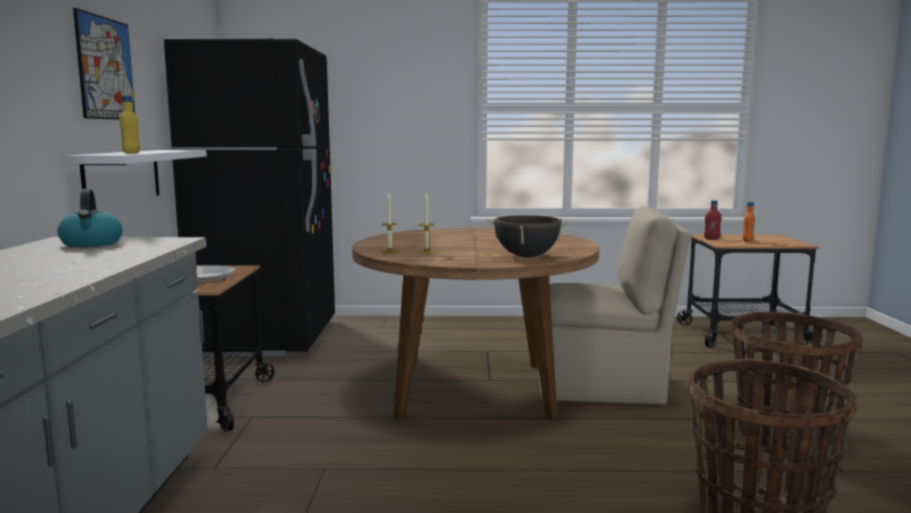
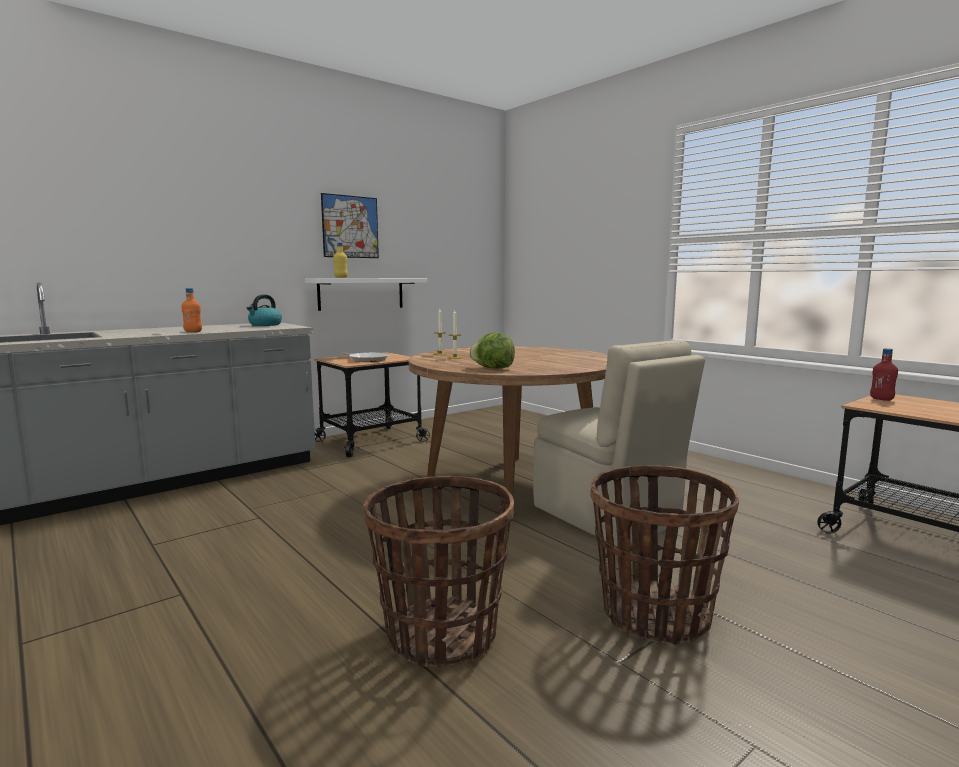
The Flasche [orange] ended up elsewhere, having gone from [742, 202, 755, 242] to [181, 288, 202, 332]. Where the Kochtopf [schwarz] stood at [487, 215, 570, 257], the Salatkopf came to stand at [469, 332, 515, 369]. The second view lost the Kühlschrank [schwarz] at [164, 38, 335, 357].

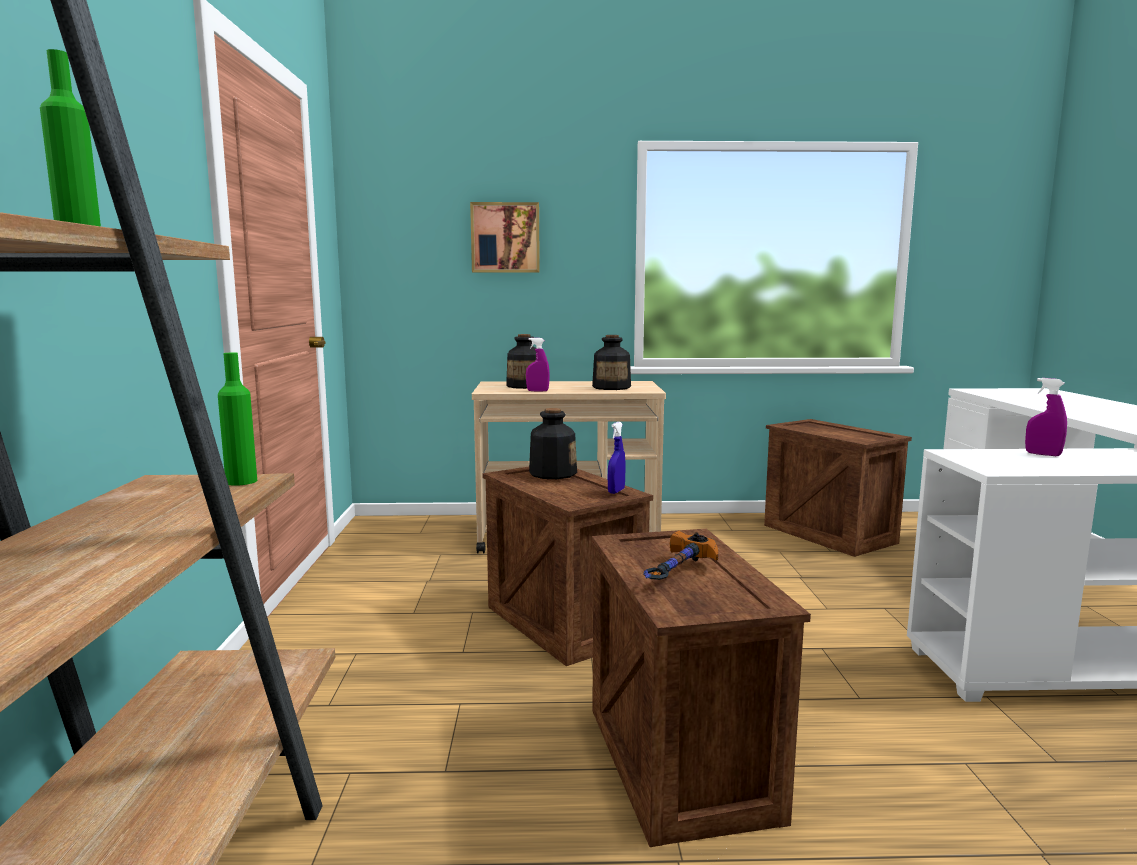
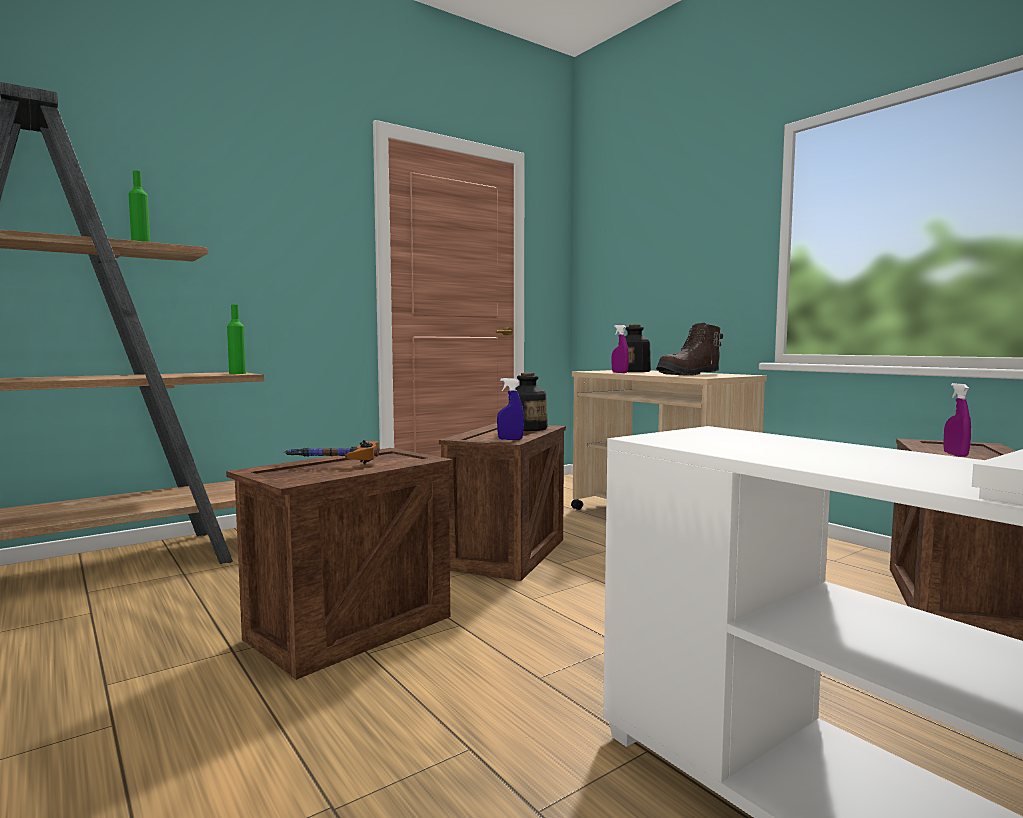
Where the Flasche stood at [592, 335, 631, 390], the Stiefel [braun] came to stand at [656, 323, 723, 376]. The Sprühflasche [lila] ended up elsewhere, having gone from [1025, 378, 1067, 456] to [943, 383, 971, 457]. The second view lost the Bild at [470, 202, 540, 273].

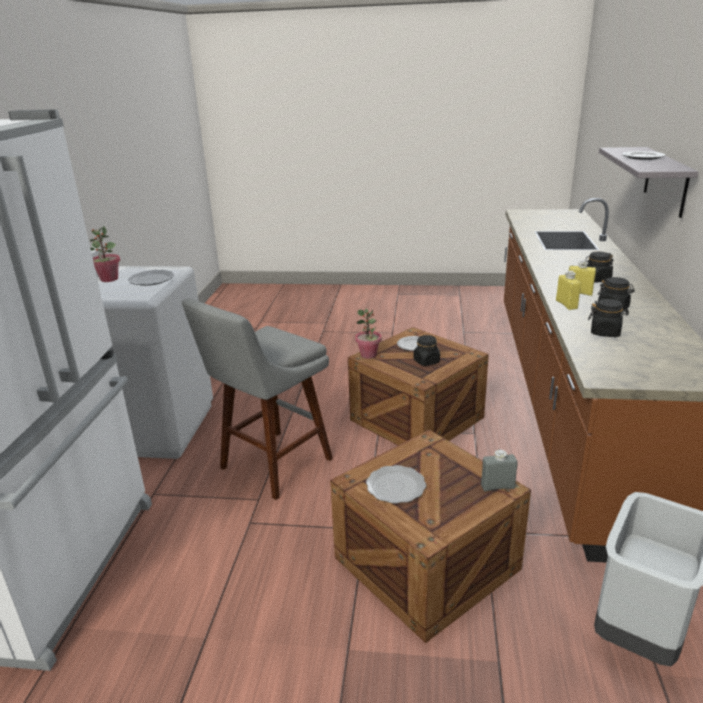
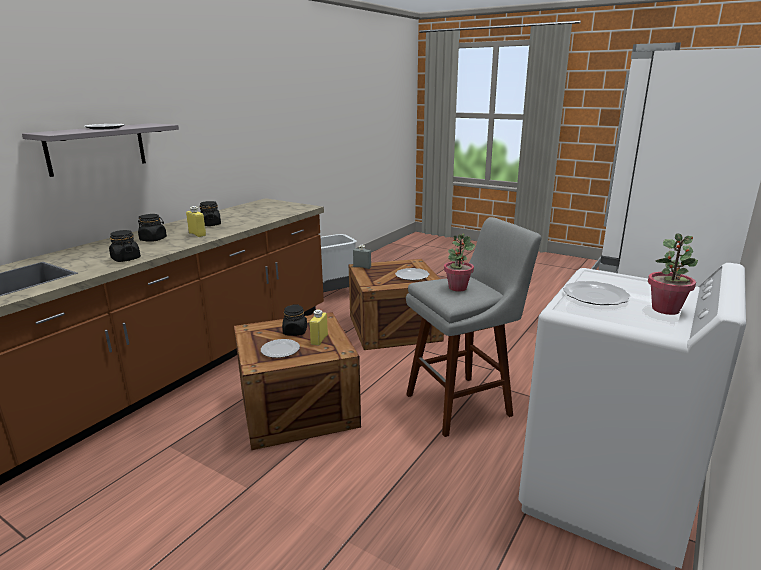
The Vorratsglas [schwarz] ended up elsewhere, having gone from [588, 299, 629, 337] to [109, 230, 141, 262]. The Flasche [gelb] ended up elsewhere, having gone from [556, 271, 581, 310] to [310, 309, 328, 346]. The Topfpflanze ended up elsewhere, having gone from [355, 309, 382, 359] to [444, 234, 475, 291].

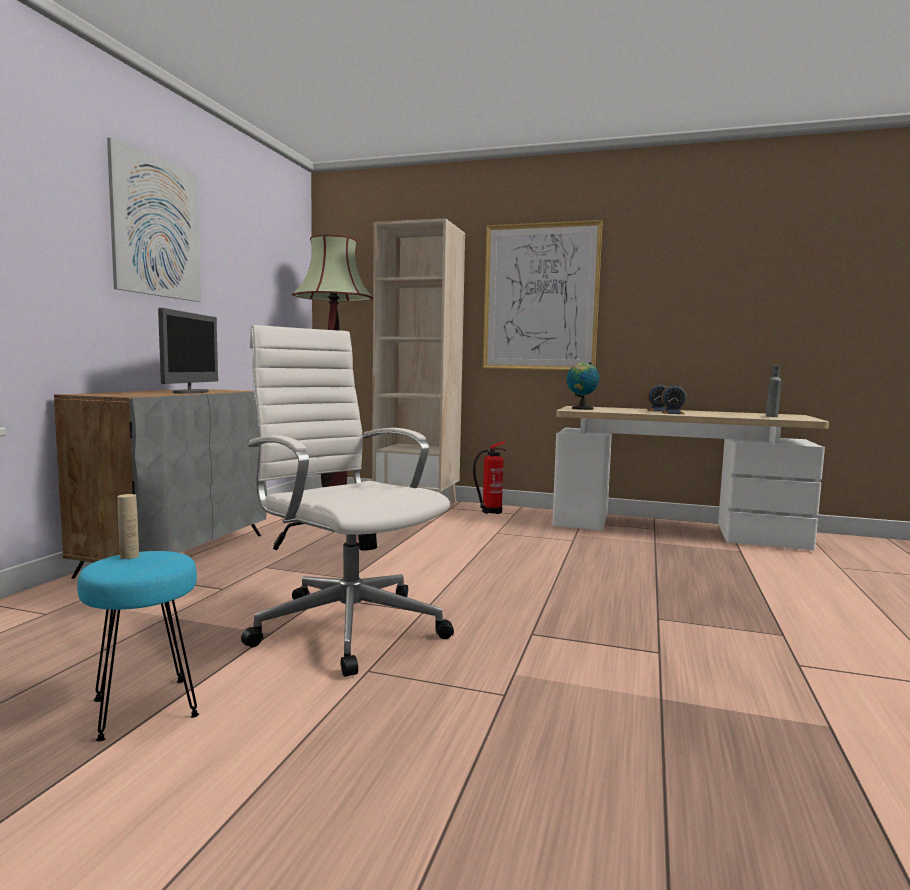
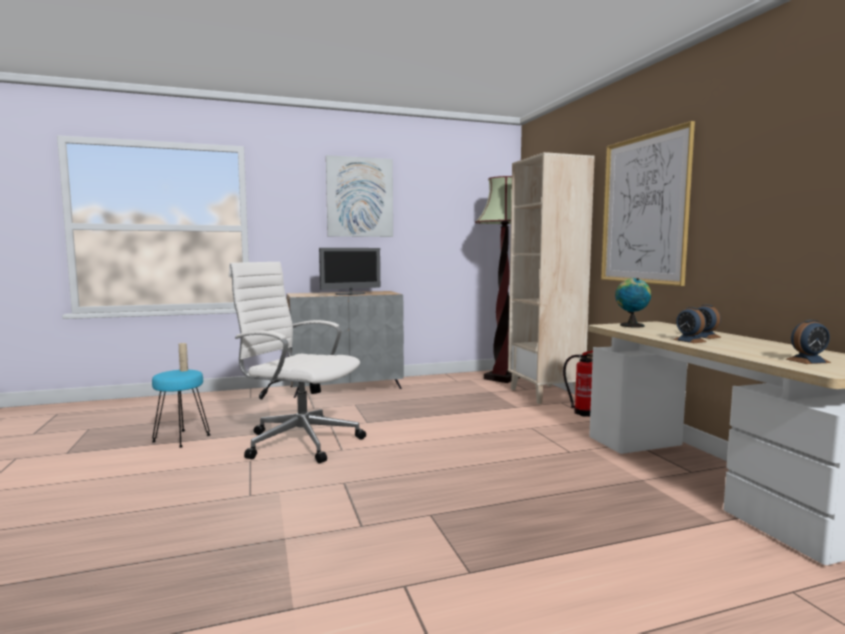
The Bürostuhl [weiß] at [241, 325, 454, 677] ended up facing another way, 75 degrees counterclockwise from before. Where the Flasche [grau] stood at [766, 366, 781, 417], the Wecker came to stand at [786, 319, 831, 364].

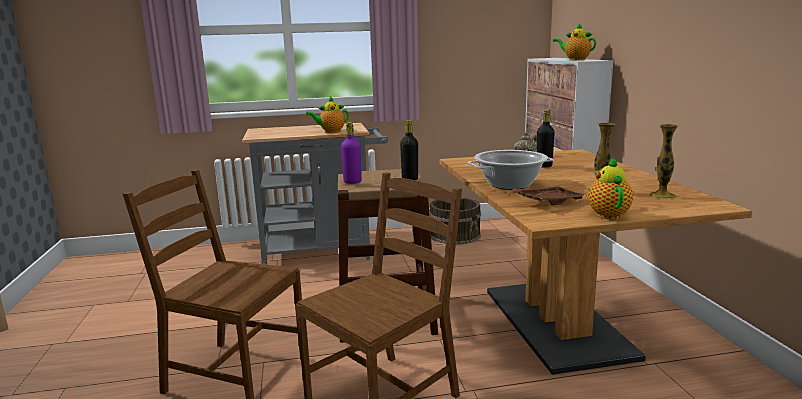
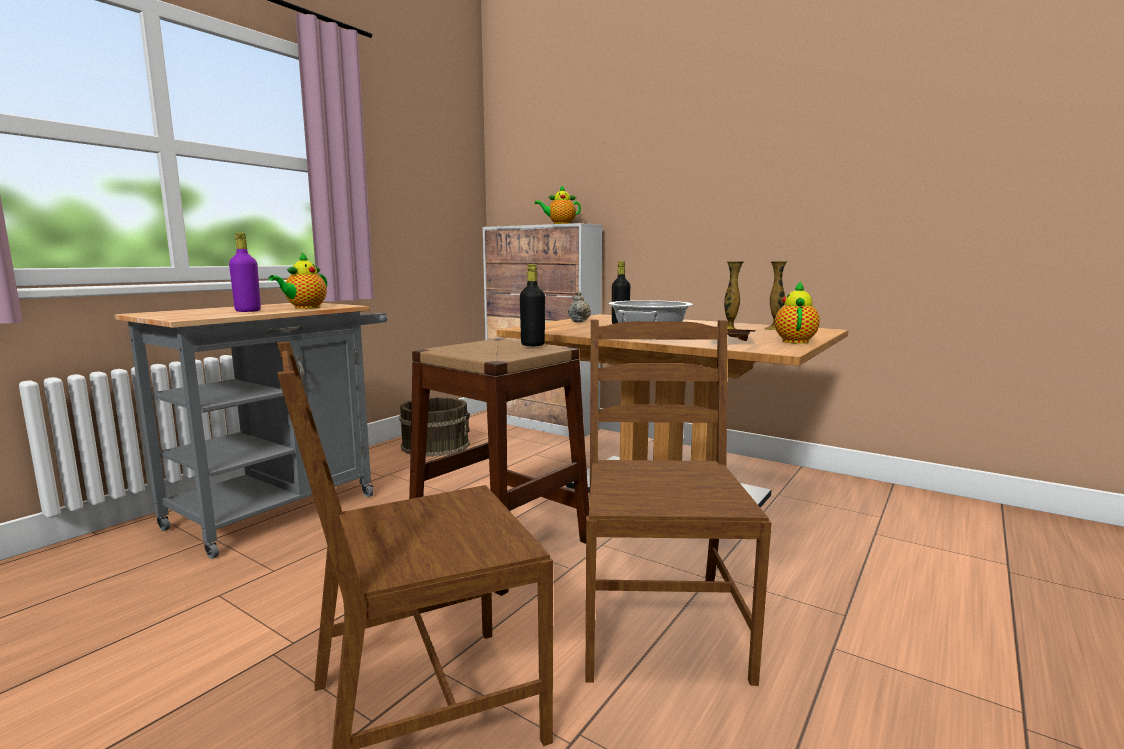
The Flasche [lila] ended up elsewhere, having gone from [341, 122, 362, 184] to [229, 233, 261, 312]. The Teekanne at [588, 156, 633, 219] ended up facing another way, 60 degrees clockwise from before.

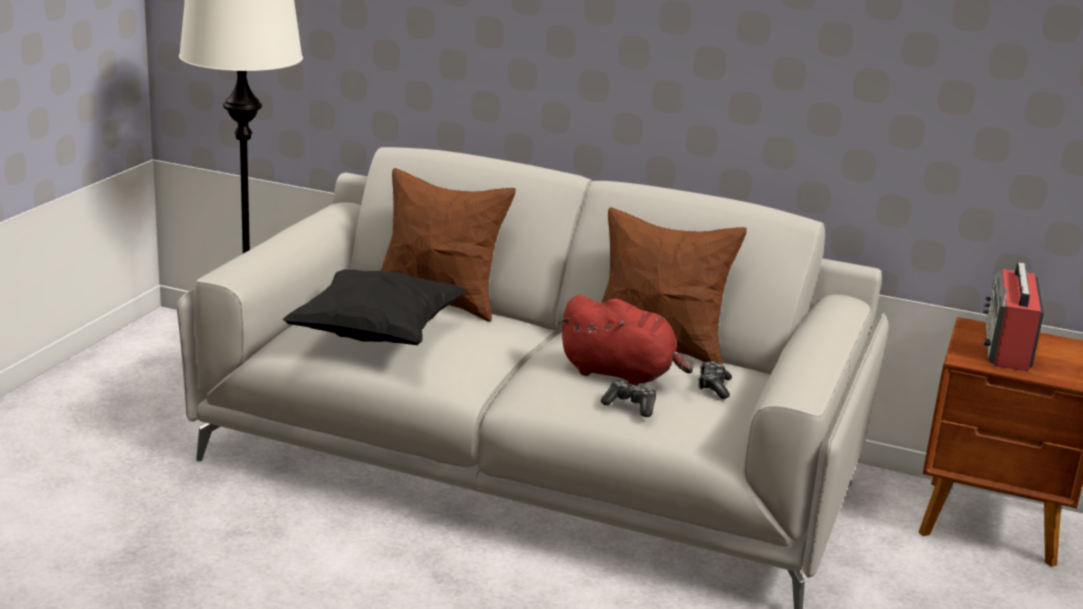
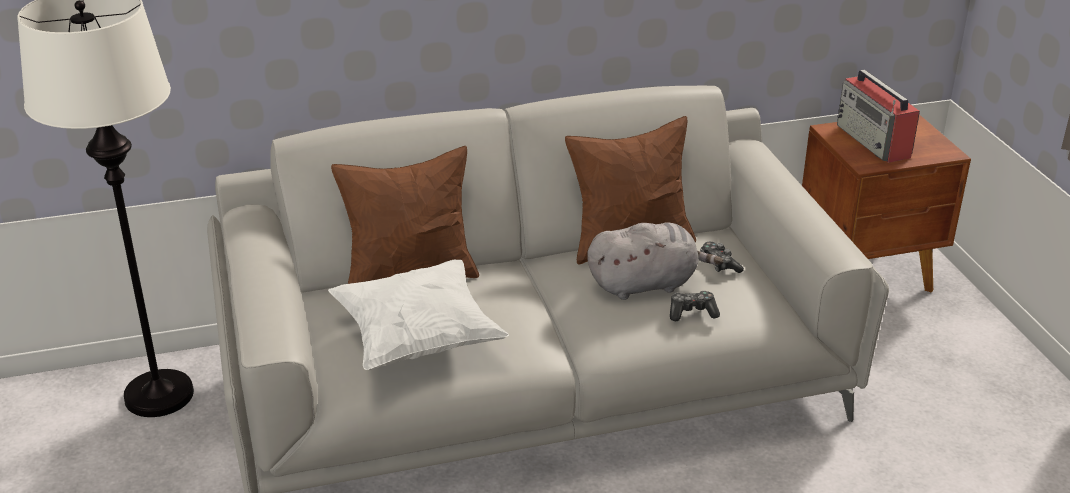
What was the Kissen [schwarz] at [282, 269, 466, 345] turned into the Kissen [weiß] at [328, 260, 509, 370]. What was the Plüschtier [rot] at [558, 295, 693, 386] turned into the Plüschtier [grau] at [587, 222, 724, 300].

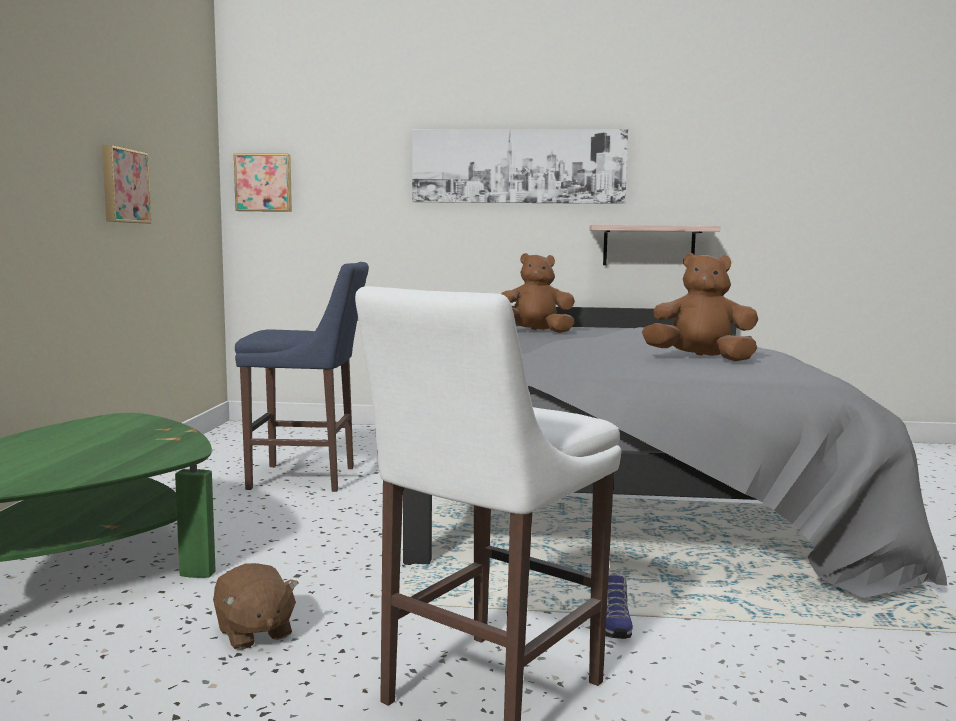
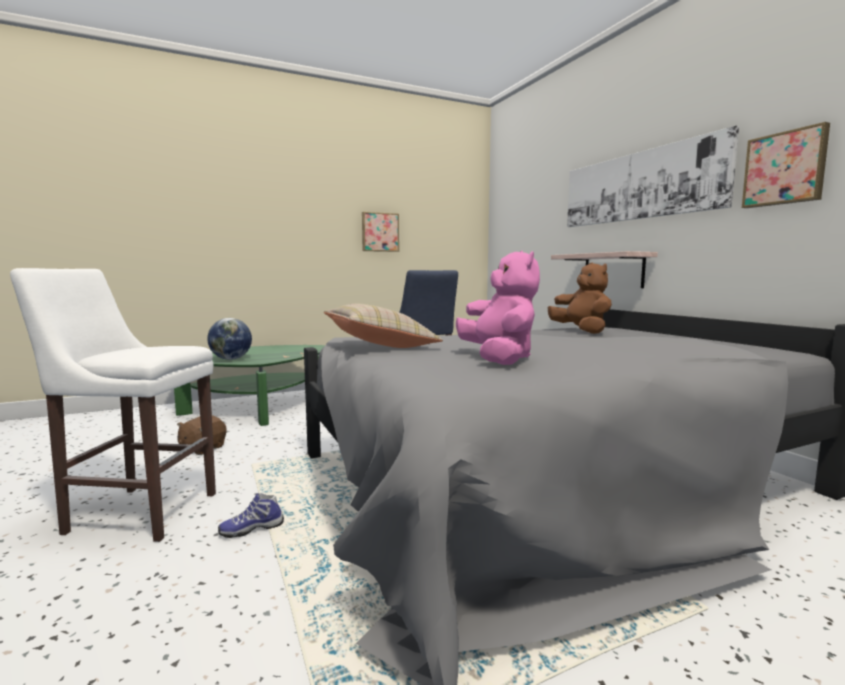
The second view gained the Globus at [207, 318, 252, 360]. The second view gained the Kissen [beige] at [324, 304, 443, 348]. What was the Plüschtier [braun] at [642, 253, 758, 361] turned into the Plüschtier [rosa] at [456, 251, 540, 365]. The Wandregal ended up elsewhere, having gone from [589, 225, 720, 265] to [551, 251, 658, 288]. The Bild ended up elsewhere, having gone from [234, 154, 292, 212] to [742, 122, 830, 208].

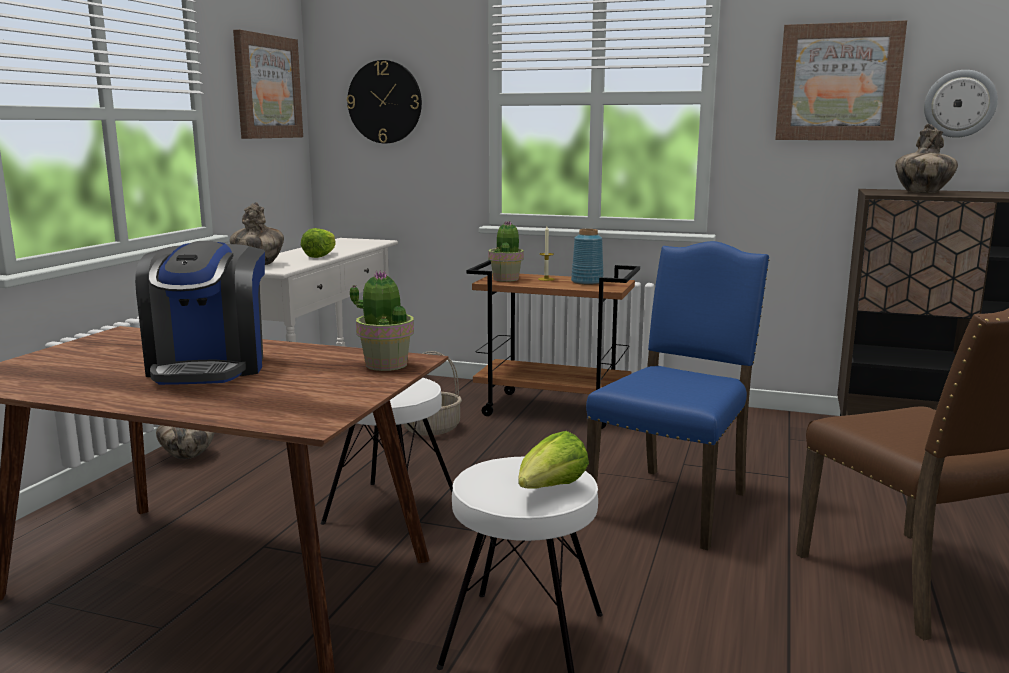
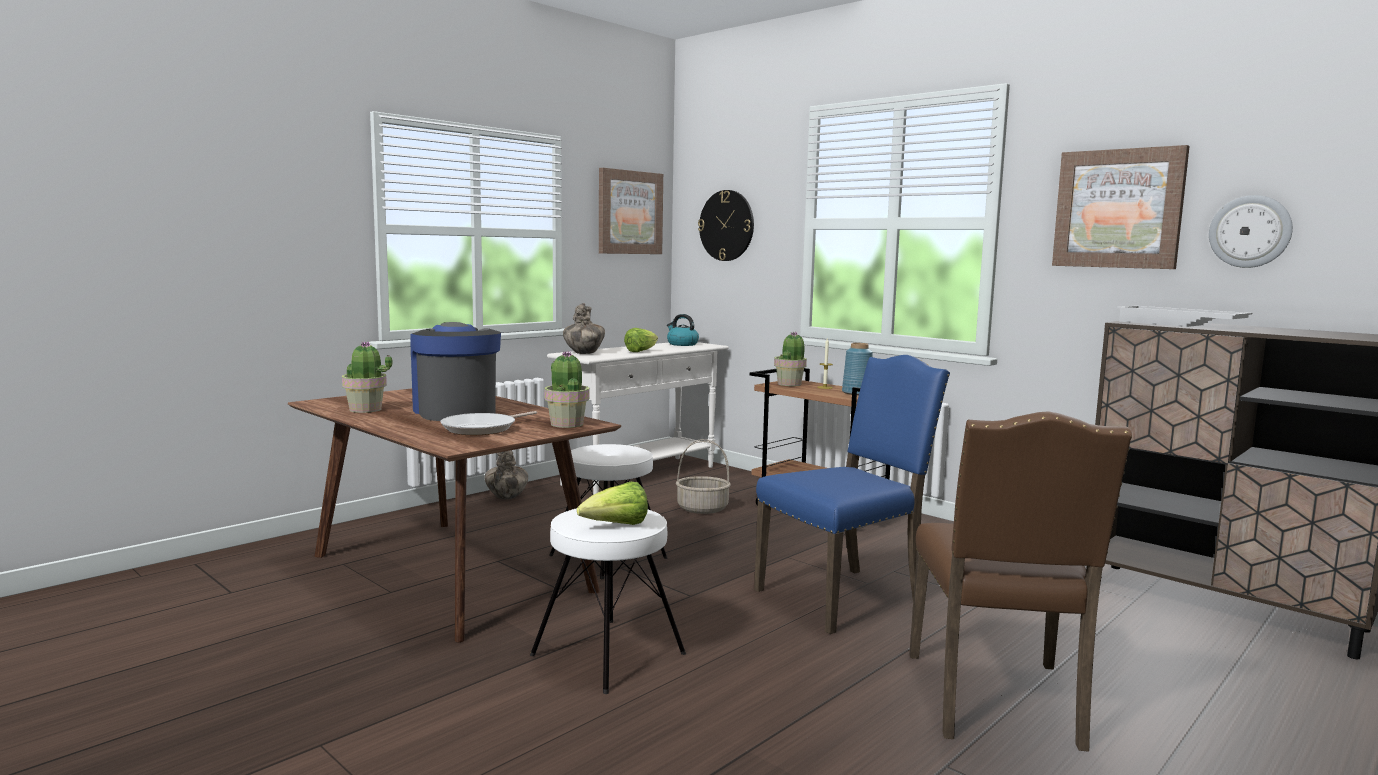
The second view gained the Topfpflanze at [342, 341, 392, 413]. The Kaffeemaschine at [135, 241, 265, 385] ended up facing another way, 135 degrees clockwise from before. The second view gained the Pfanne at [440, 411, 537, 435]. The second view gained the Wasserkessel at [667, 314, 699, 346]. Where the Vase stood at [895, 124, 958, 193], the Tablett [weiß] came to stand at [1117, 306, 1252, 327].

